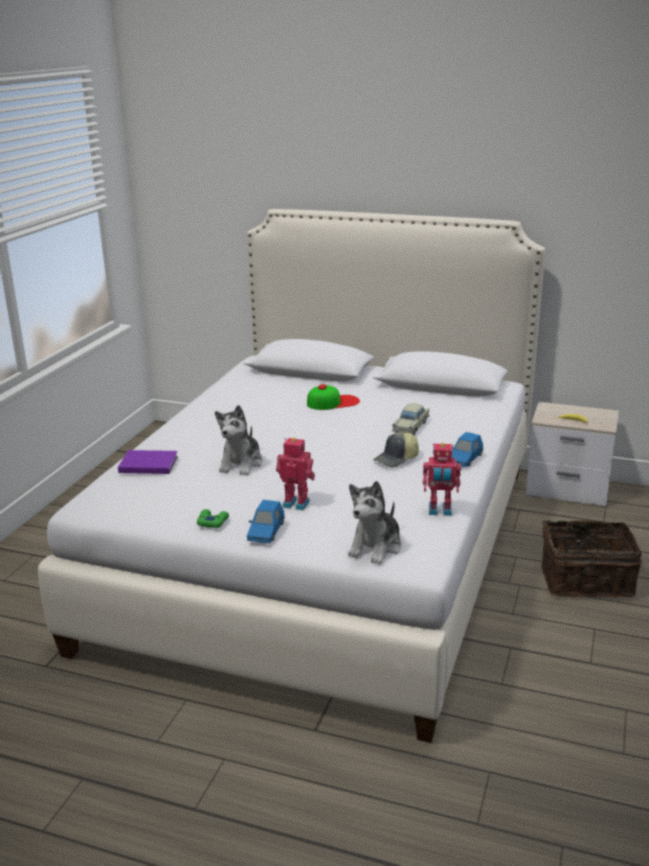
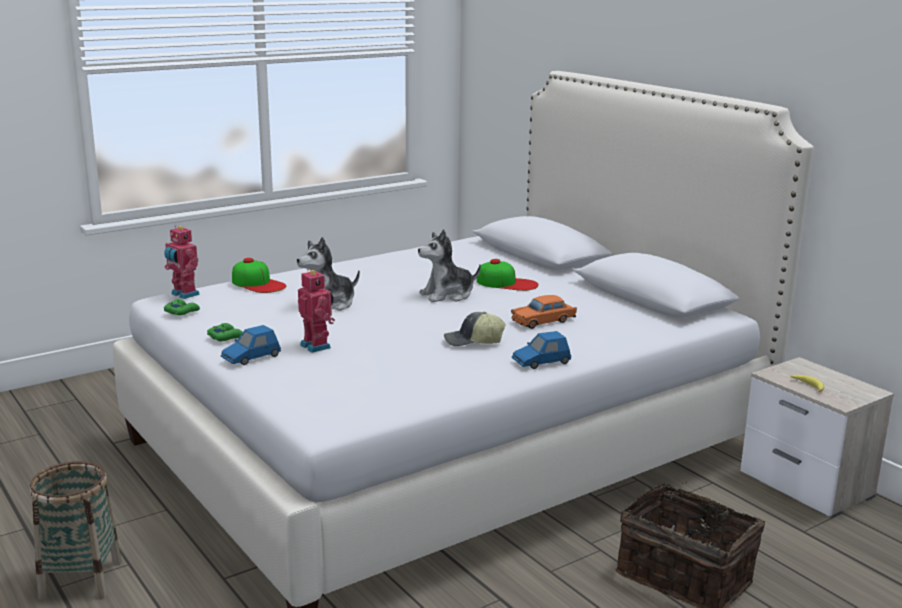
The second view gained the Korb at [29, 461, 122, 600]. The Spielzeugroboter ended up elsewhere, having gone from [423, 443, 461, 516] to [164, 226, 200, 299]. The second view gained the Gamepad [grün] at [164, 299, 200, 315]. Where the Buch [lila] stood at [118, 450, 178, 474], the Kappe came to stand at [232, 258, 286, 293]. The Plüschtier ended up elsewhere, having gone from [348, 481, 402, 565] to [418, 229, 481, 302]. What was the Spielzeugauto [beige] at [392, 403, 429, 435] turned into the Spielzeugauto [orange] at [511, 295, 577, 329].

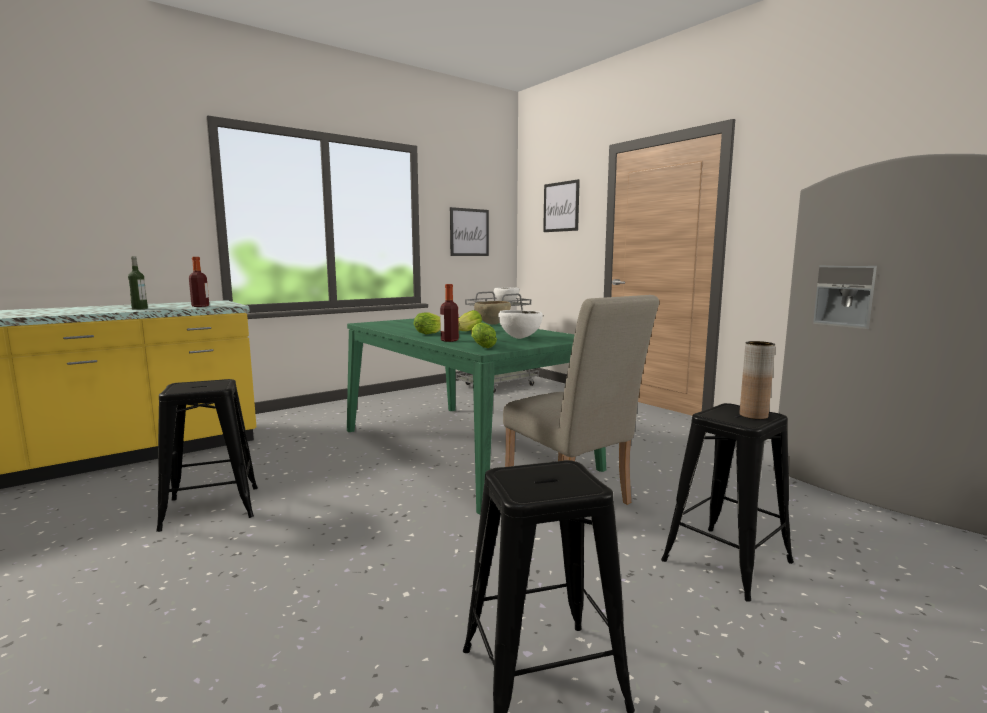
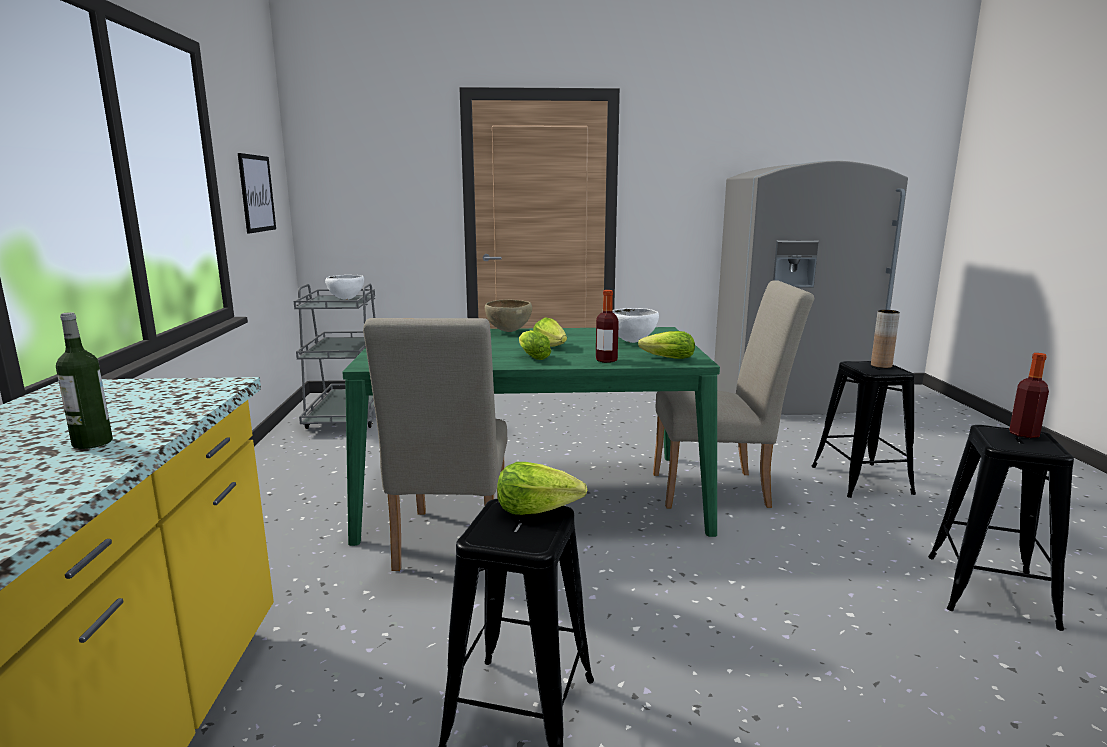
The second view gained the Stuhl [beige] at [363, 318, 507, 571]. The second view gained the Salatkopf at [497, 462, 587, 515]. The Flasche ended up elsewhere, having gone from [189, 257, 209, 307] to [1010, 353, 1049, 438]. The second view lost the Bild at [543, 179, 580, 232].

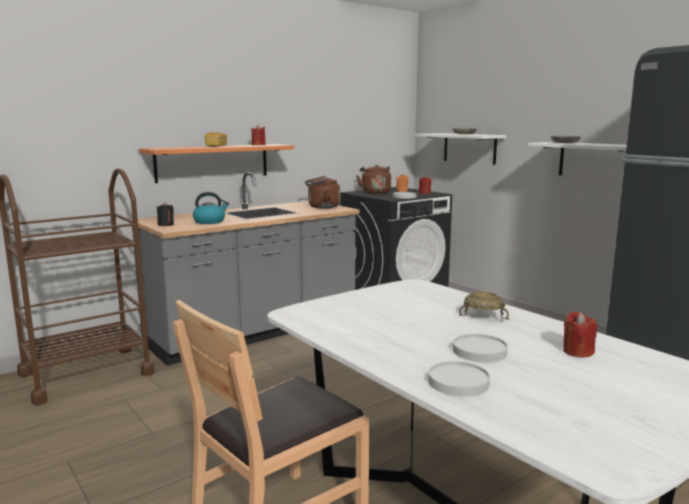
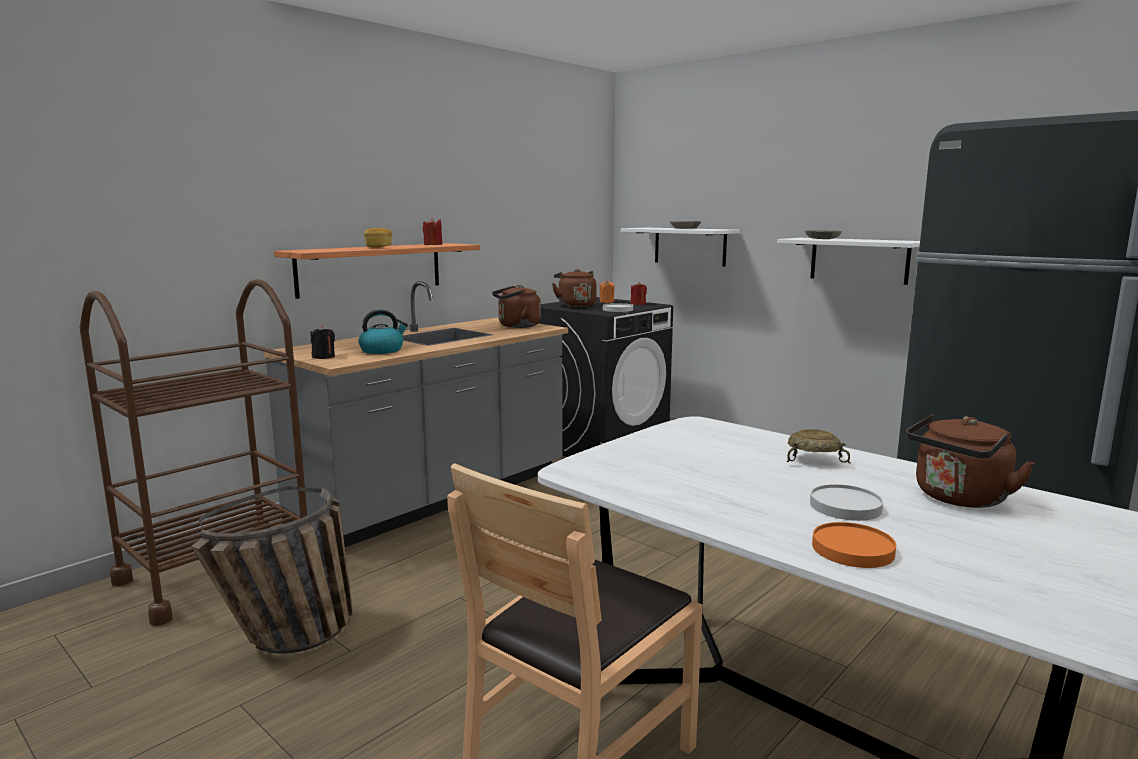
The second view gained the Korb at [191, 486, 353, 654]. What was the Teller [weiß] at [428, 361, 490, 397] turned into the Teller [orange] at [812, 522, 896, 568]. Where the Kerze [rot] stood at [563, 311, 597, 358], the Wasserkessel [braun] came to stand at [906, 414, 1035, 508].

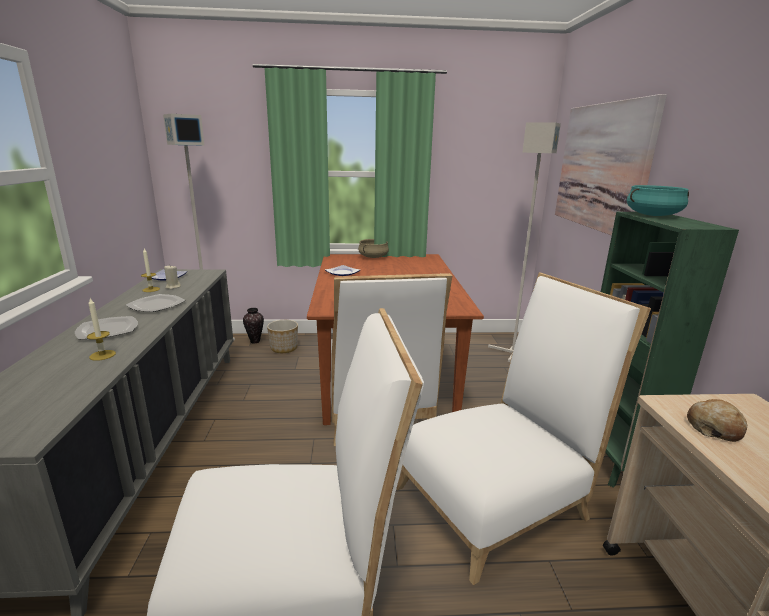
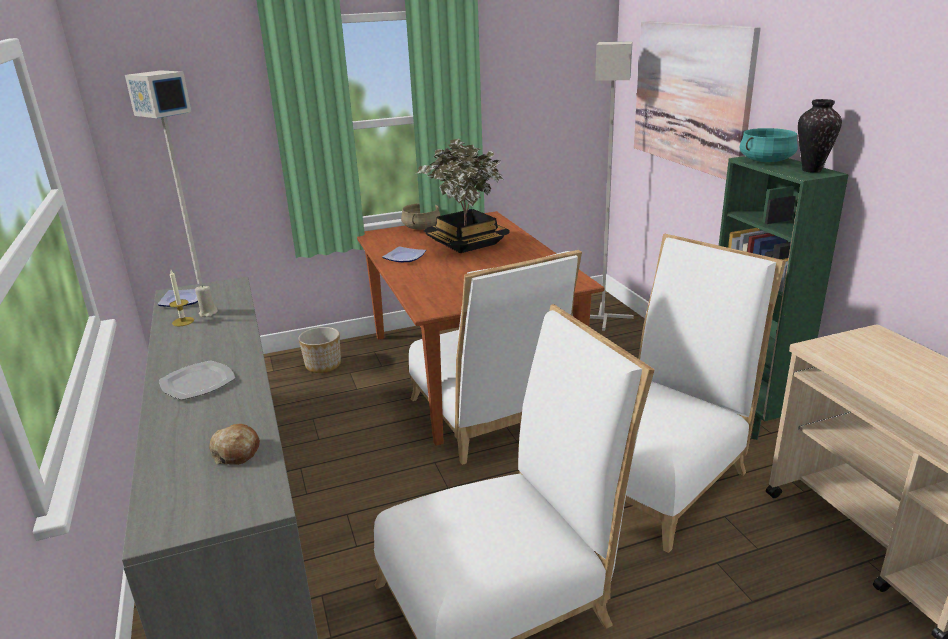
The Brot ended up elsewhere, having gone from [687, 399, 747, 442] to [209, 424, 260, 465]. The second view gained the Topfpflanze at [416, 139, 510, 253]. The Vase ended up elsewhere, having gone from [243, 308, 264, 343] to [798, 99, 842, 173]. The second view lost the Kerze at [87, 298, 116, 361]. The second view lost the Teller at [126, 294, 186, 312].

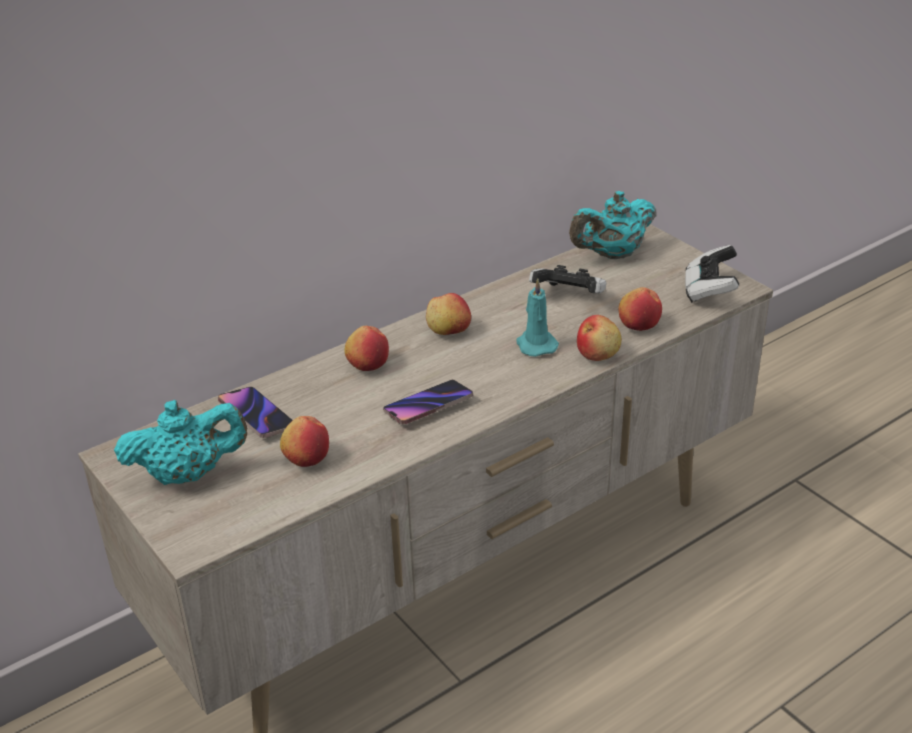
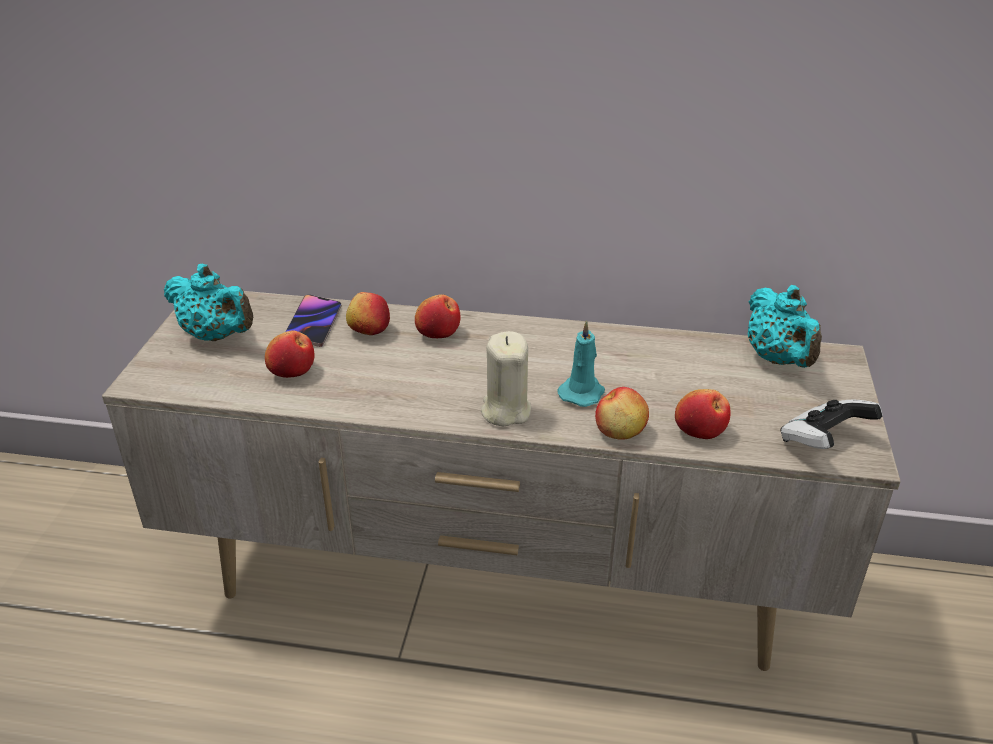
The Apfel ended up elsewhere, having gone from [426, 293, 471, 335] to [346, 292, 390, 335]. The second view gained the Kerze [beige] at [481, 331, 531, 427]. The Teekanne [türkis] at [569, 191, 657, 259] ended up facing another way, 120 degrees counterclockwise from before. The second view lost the Handy at [383, 380, 474, 424]. The second view lost the Gamepad at [529, 265, 606, 294].

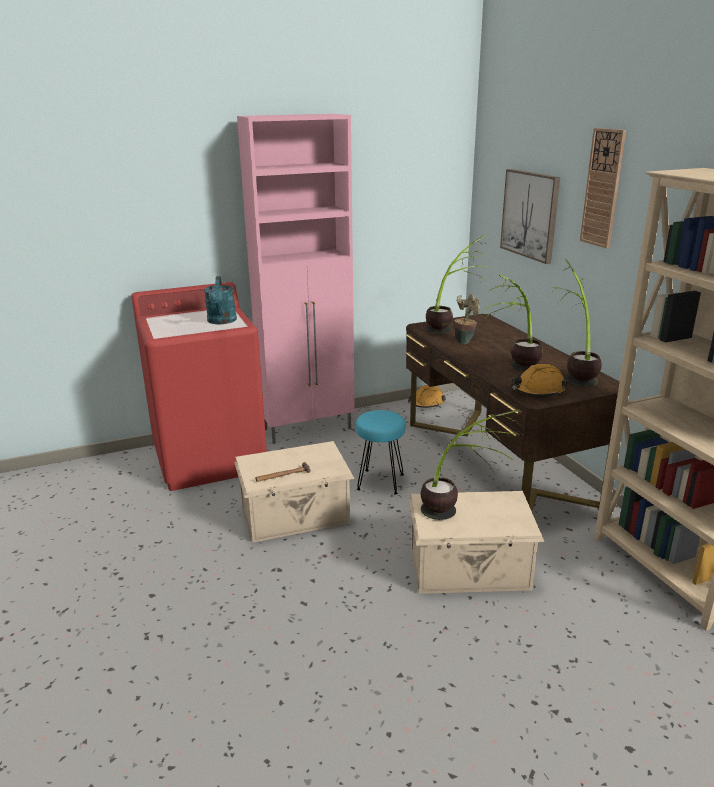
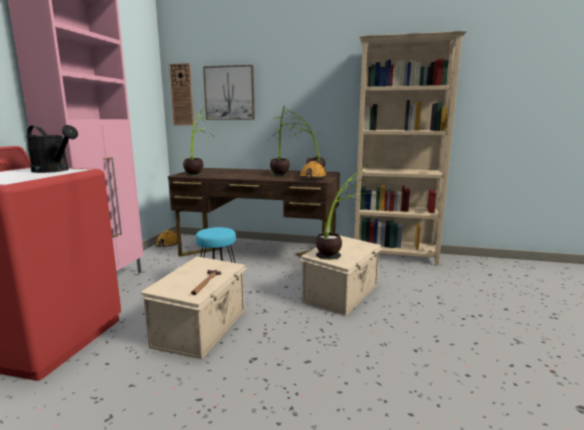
What was the Gießkanne [türkis] at [204, 276, 237, 324] turned into the Gießkanne [schwarz] at [26, 125, 78, 173]. The Wanduhr ended up elsewhere, having gone from [580, 128, 626, 249] to [169, 63, 194, 125]. The second view lost the Topfpflanze at [455, 294, 480, 344].

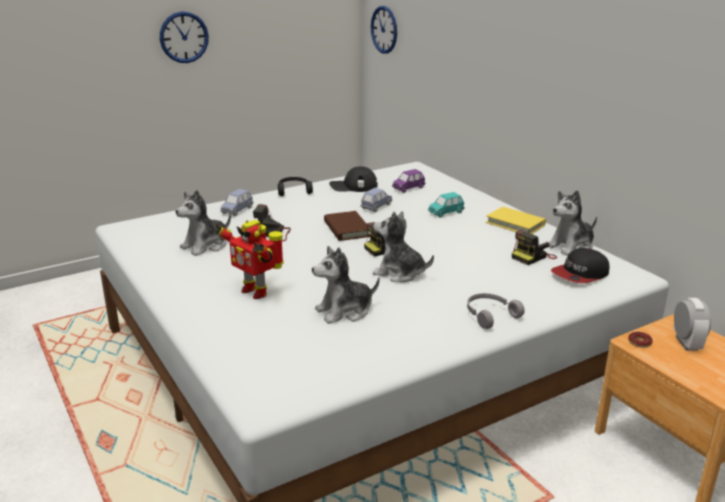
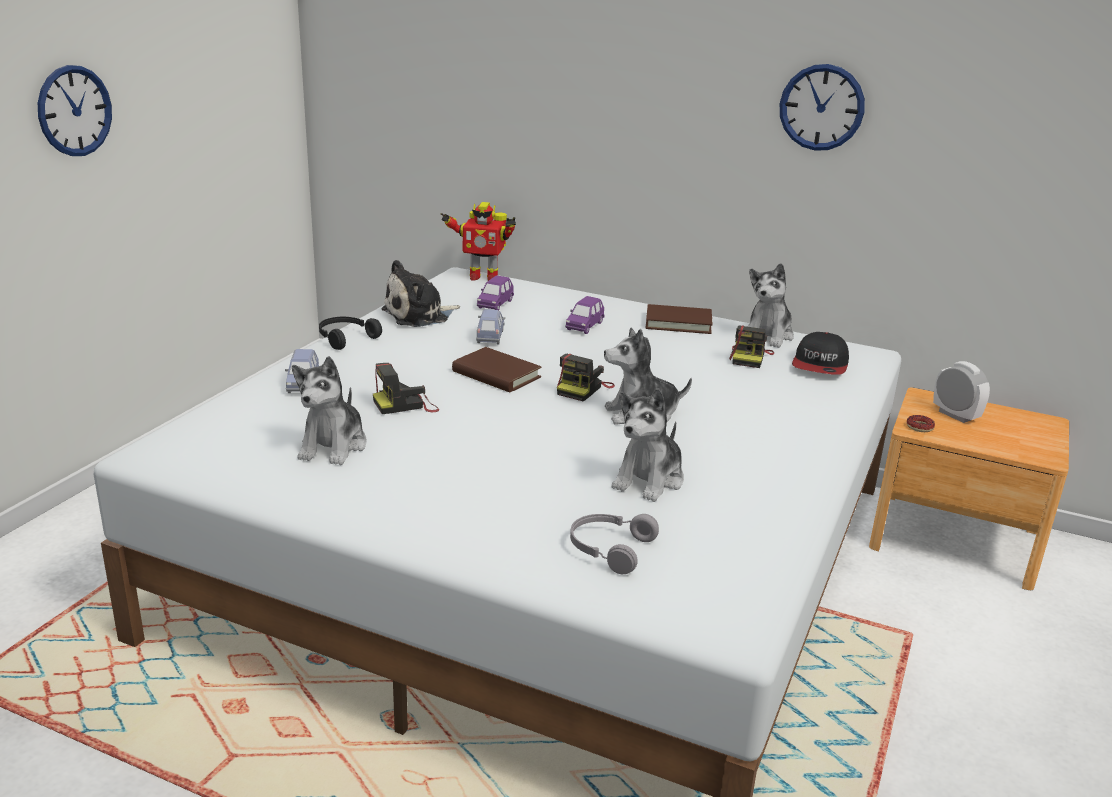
Where the Kappe [schwarz] stood at [329, 166, 378, 192], the Plüschtier came to stand at [381, 260, 460, 327]. The Spielzeugroboter ended up elsewhere, having gone from [216, 220, 284, 299] to [441, 202, 516, 281]. What was the Spielzeugauto [türkis] at [428, 192, 465, 218] turned into the Spielzeugauto [lila] at [565, 296, 604, 334]. The Kopfhörer [grau] ended up elsewhere, having gone from [467, 293, 525, 329] to [570, 514, 659, 574]. What was the Buch [gelb] at [486, 207, 546, 234] turned into the Buch [braun] at [645, 304, 713, 334]. The Wanduhr ended up elsewhere, having gone from [371, 6, 397, 54] to [780, 64, 865, 151].

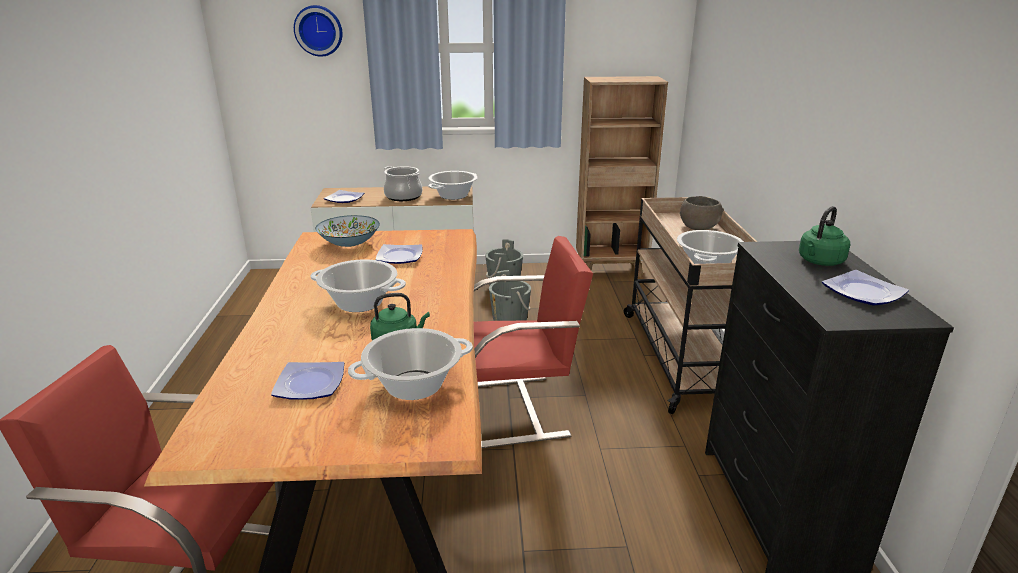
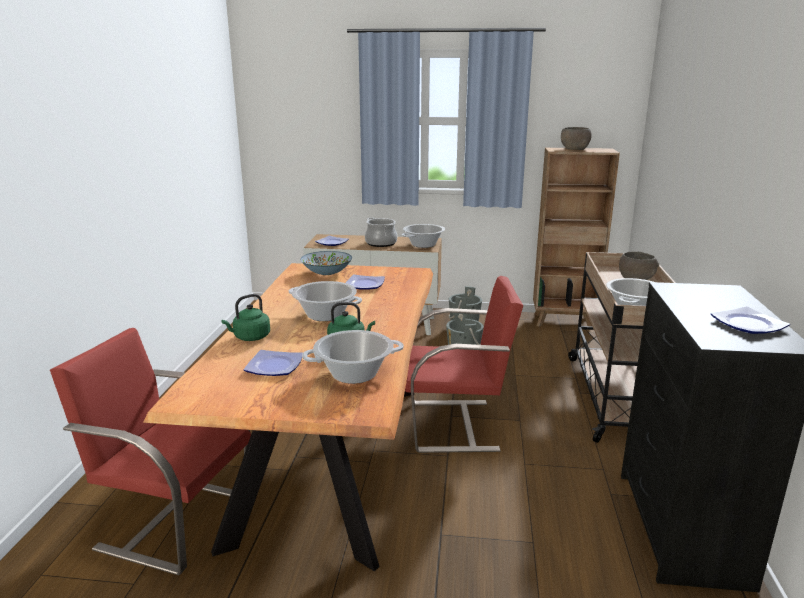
The Wasserkessel [grün] ended up elsewhere, having gone from [799, 206, 850, 266] to [221, 294, 270, 341]. The second view gained the Schüssel [grau] at [561, 127, 591, 150]. The second view lost the Wanduhr at [294, 5, 343, 57].

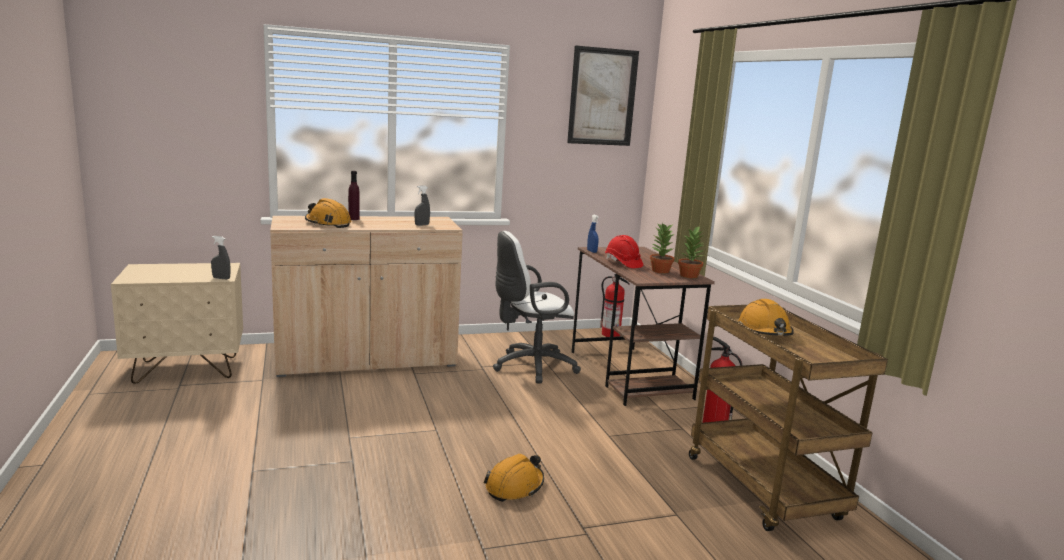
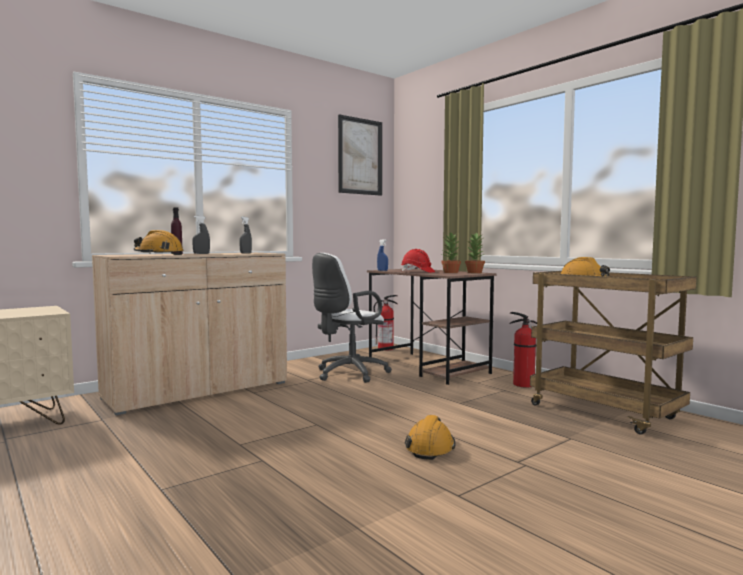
The Sprühflasche [grau] ended up elsewhere, having gone from [211, 236, 231, 279] to [192, 216, 210, 254].

